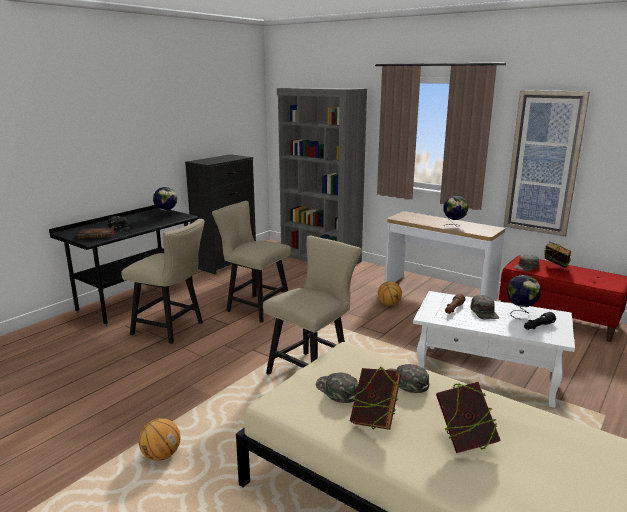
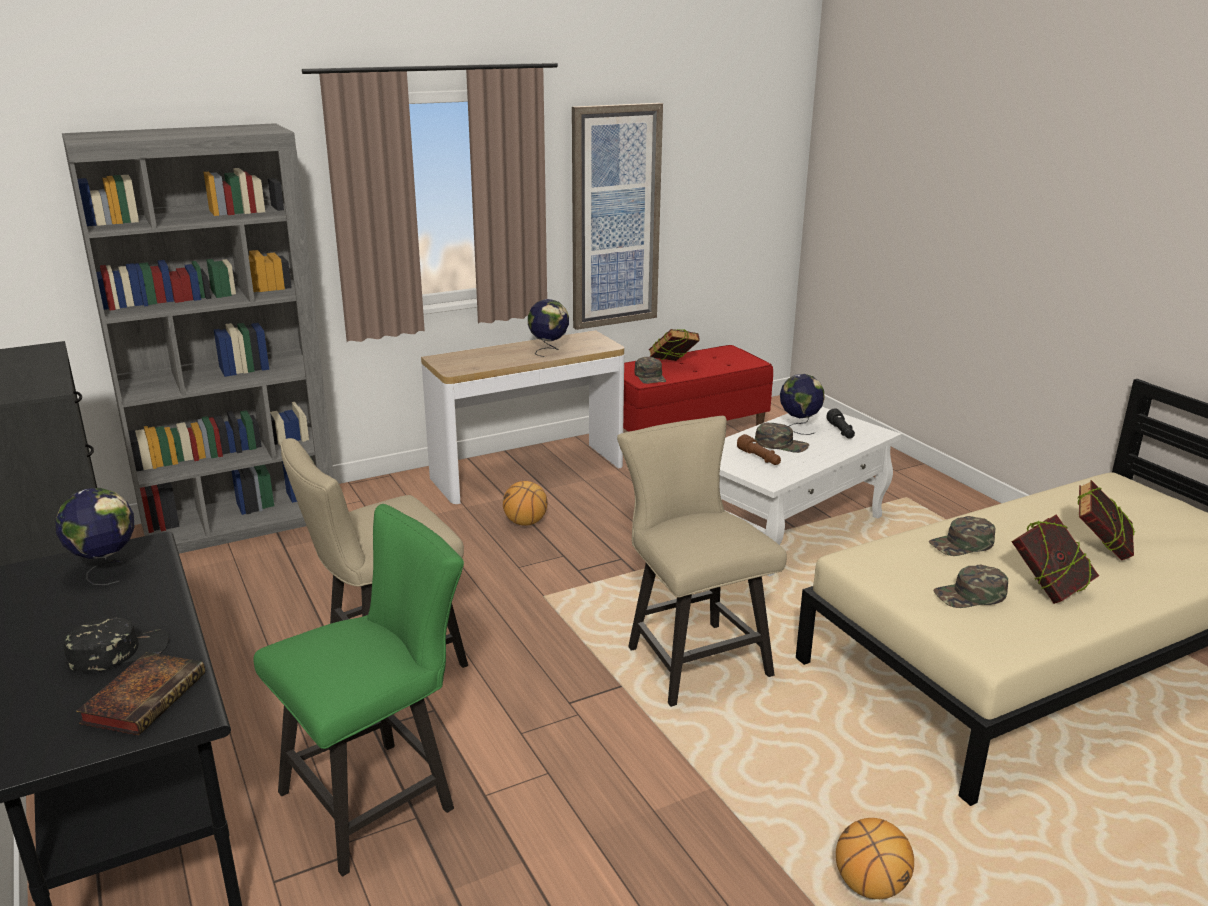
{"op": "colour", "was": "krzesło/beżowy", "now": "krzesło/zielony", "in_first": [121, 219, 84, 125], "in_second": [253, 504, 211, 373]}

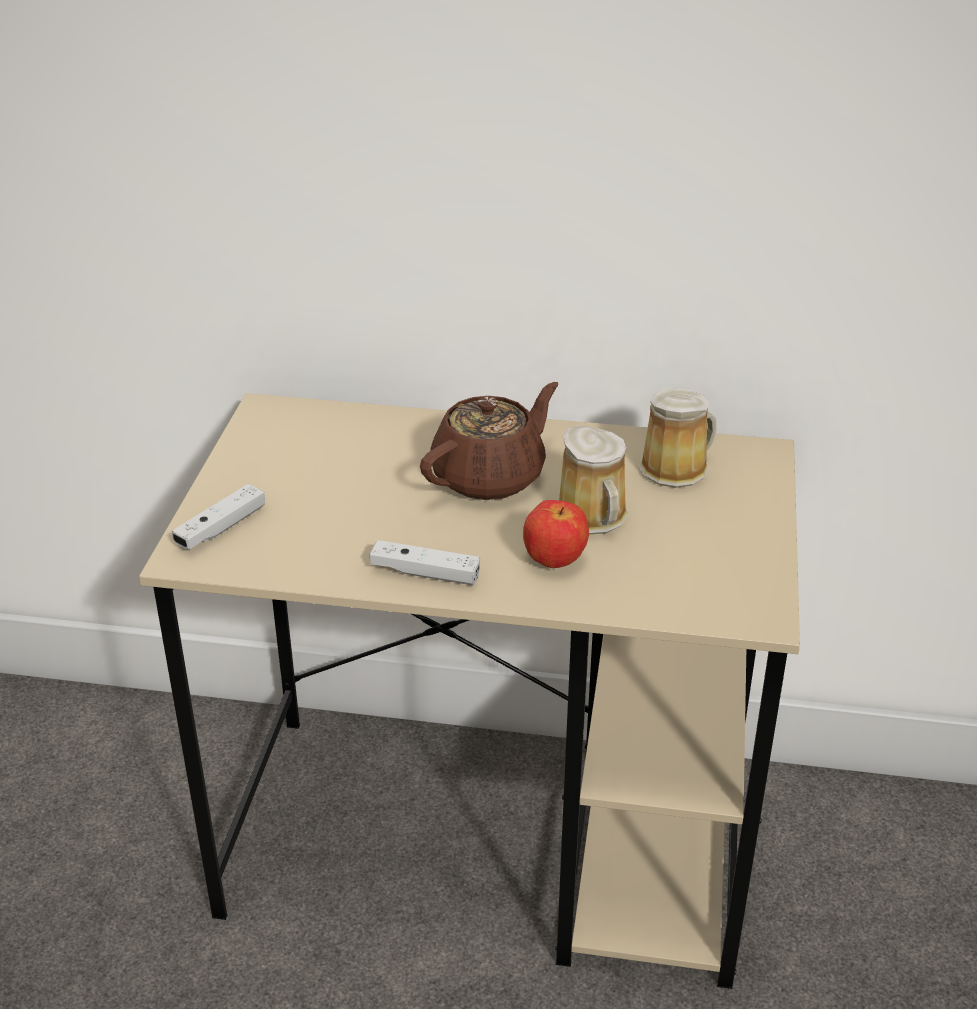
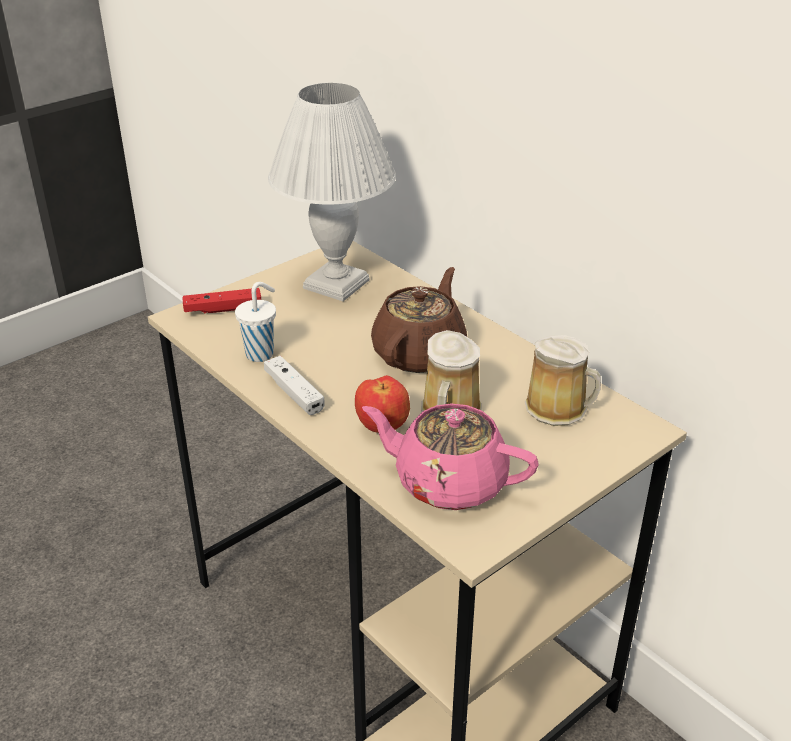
{"op": "appeared", "now": "filiżanka/biały", "in_second": [235, 282, 41, 80]}
{"op": "appeared", "now": "lampa stołowa/biały", "in_second": [268, 83, 128, 218]}
{"op": "appeared", "now": "imbryk/różowy", "in_second": [362, 403, 176, 107]}
{"op": "colour", "was": "pad do gier/biały", "now": "pad do gier/czerwony", "in_first": [172, 484, 93, 65], "in_second": [183, 288, 78, 26]}
{"op": "spun", "was": "imbryk/brązowy", "in_first": [420, 382, 138, 118], "in_second": [371, 267, 96, 106], "clockwise": -60}

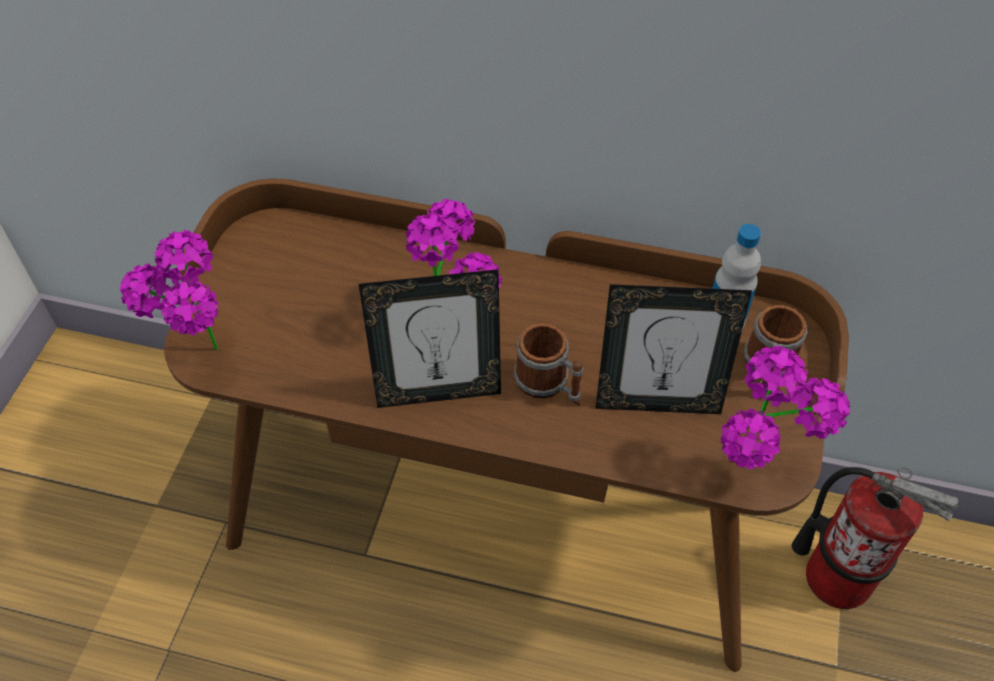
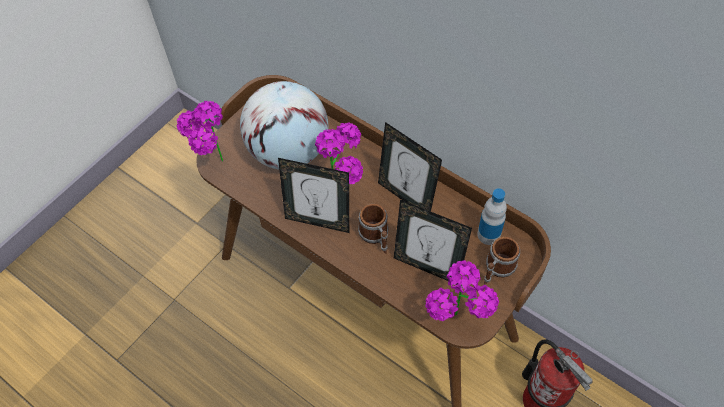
{"op": "appeared", "now": "globus", "in_second": [240, 81, 88, 89]}
{"op": "appeared", "now": "ramka na zdjęcie", "in_second": [378, 122, 64, 89]}

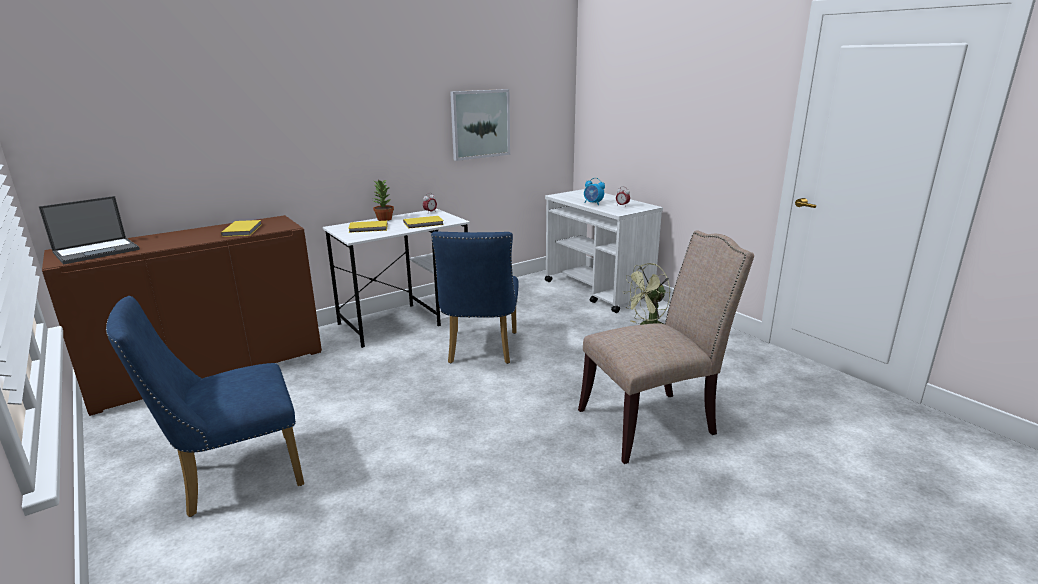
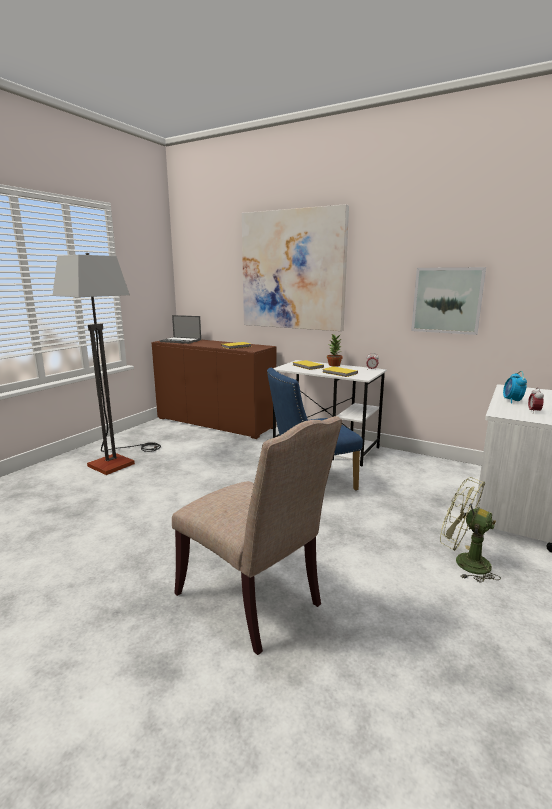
{"op": "appeared", "now": "obraz", "in_second": [242, 204, 107, 127]}
{"op": "exchanged", "was": "krzesło/niebieski", "now": "lampa stojąca", "in_first": [106, 296, 198, 221], "in_second": [53, 253, 108, 222]}

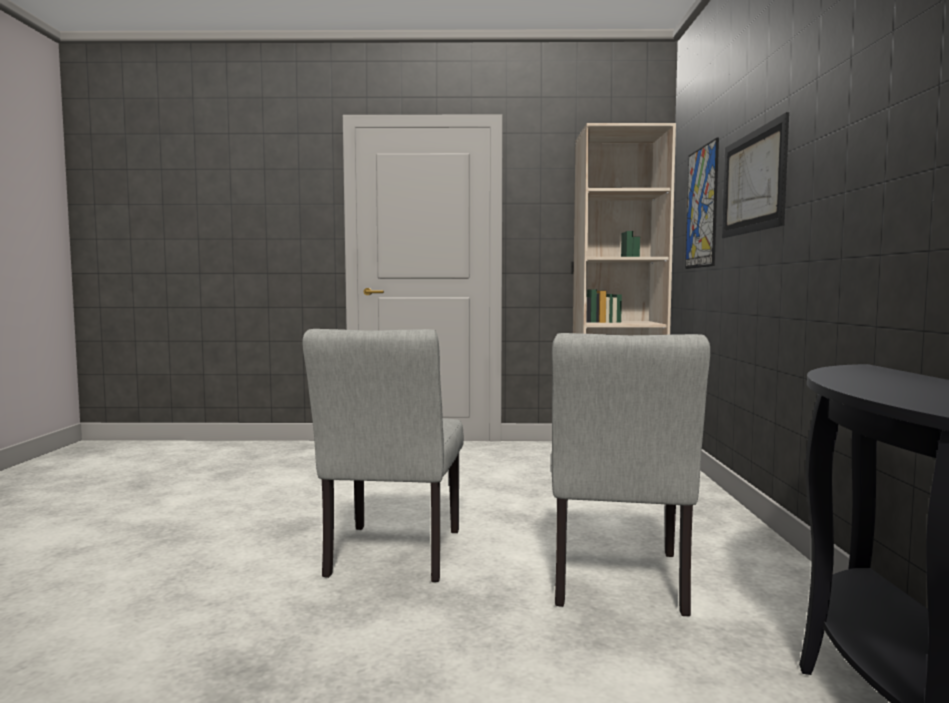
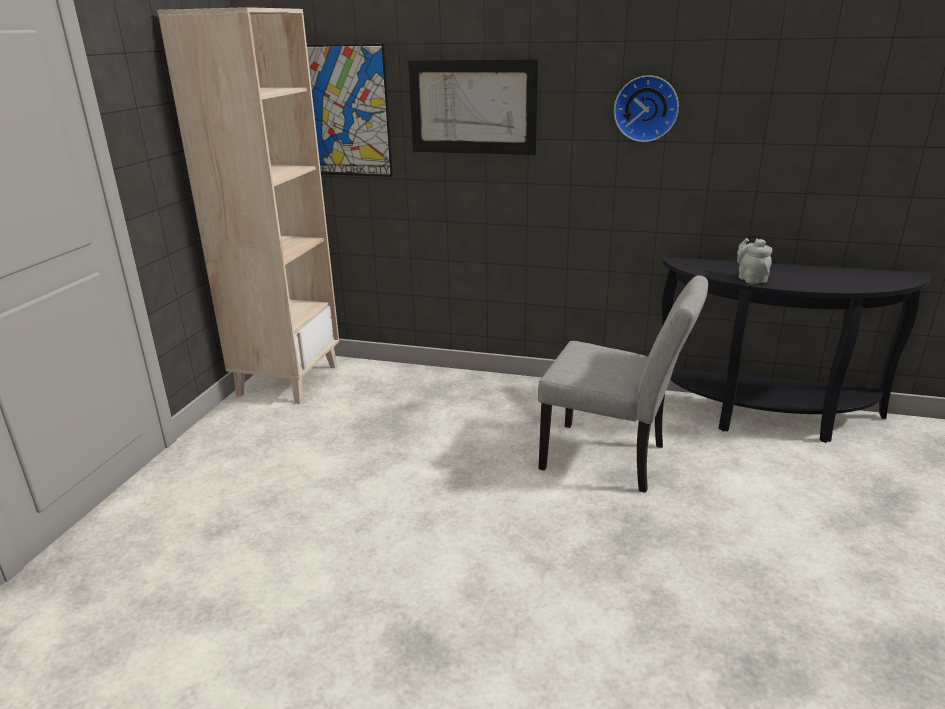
{"op": "missing", "was": "krzesło/szary", "in_first": [302, 329, 162, 253]}
{"op": "appeared", "now": "zegar ścienny", "in_second": [614, 75, 65, 67]}
{"op": "appeared", "now": "imbryk/szary", "in_second": [737, 238, 35, 46]}

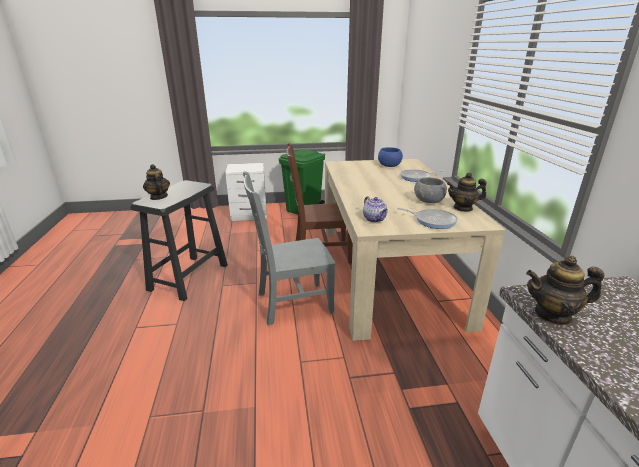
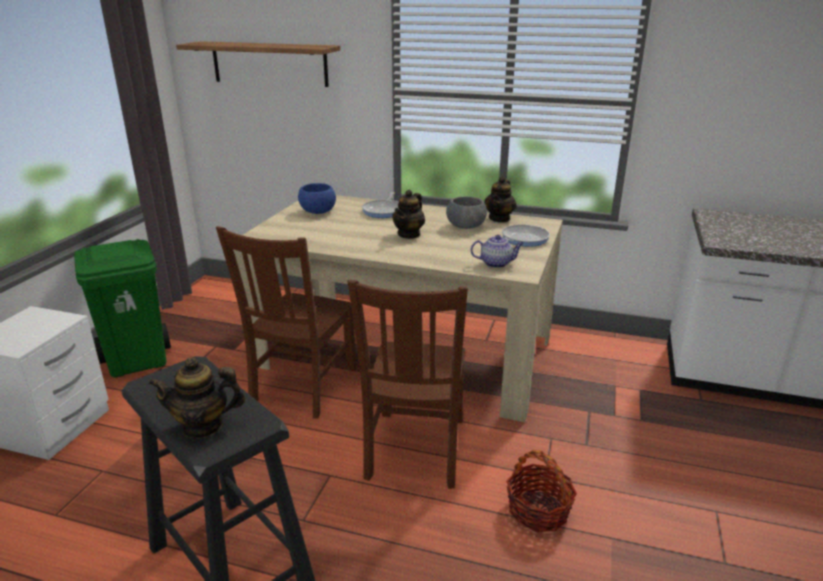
{"op": "appeared", "now": "półka", "in_second": [176, 41, 164, 46]}
{"op": "appeared", "now": "koszyk", "in_second": [506, 450, 71, 82]}
{"op": "relocated", "was": "imbryk", "in_first": [526, 256, 78, 70], "in_second": [392, 190, 33, 49]}
{"op": "colour", "was": "krzesło/szary", "now": "krzesło/brązowy", "in_first": [243, 171, 92, 155], "in_second": [347, 279, 121, 210]}

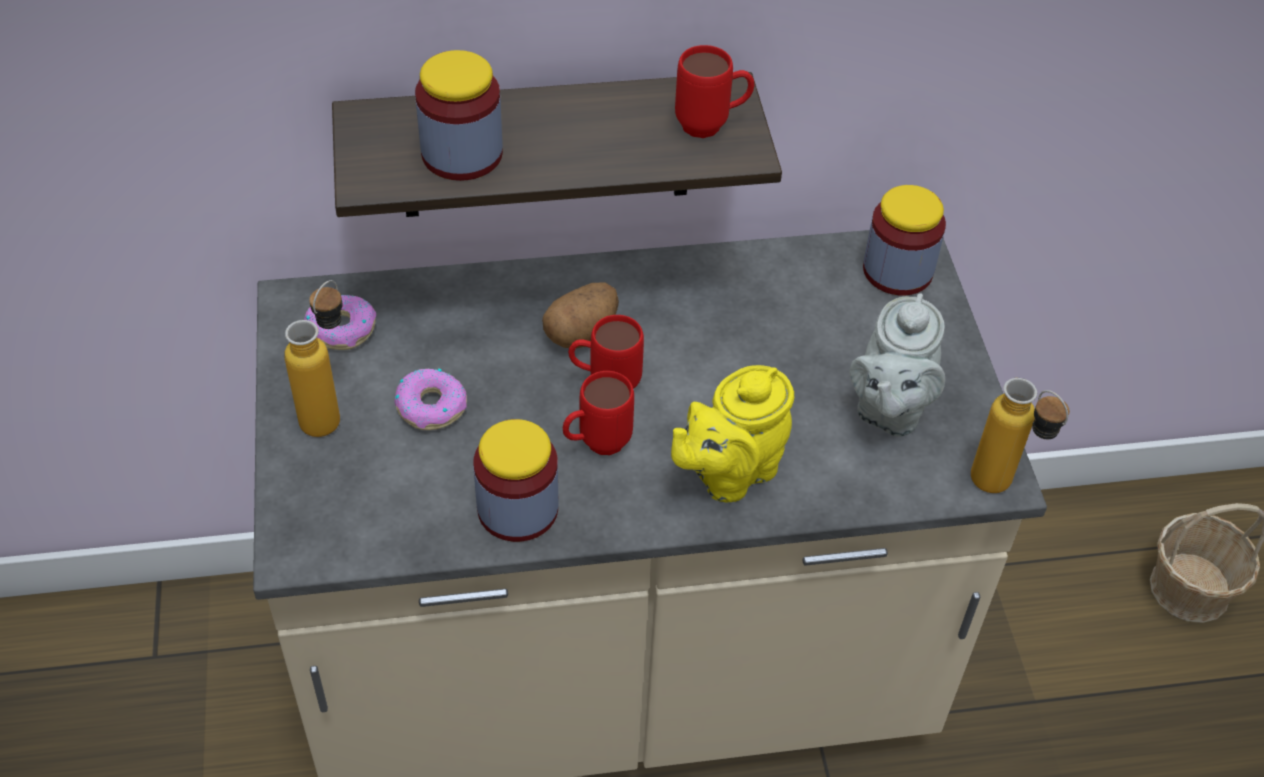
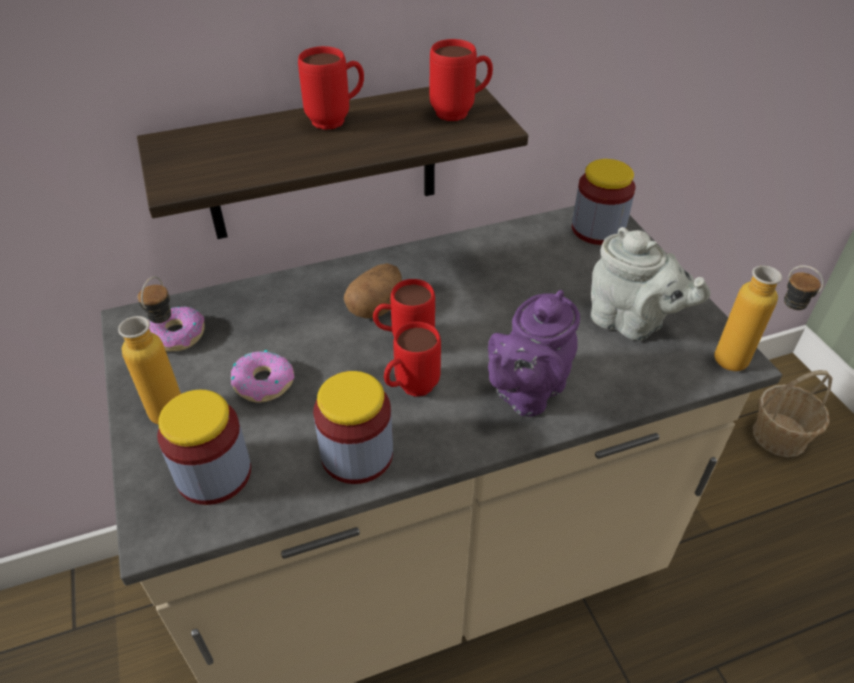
{"op": "appeared", "now": "kubek/czerwony", "in_second": [298, 46, 66, 84]}
{"op": "relocated", "was": "słoik", "in_first": [415, 50, 88, 131], "in_second": [157, 390, 94, 115]}
{"op": "colour", "was": "imbryk/żółty", "now": "imbryk/fioletowy", "in_first": [671, 365, 123, 137], "in_second": [488, 290, 92, 127]}
{"op": "spun", "was": "imbryk/szary", "in_first": [850, 293, 95, 144], "in_second": [591, 227, 120, 114], "clockwise": -60}

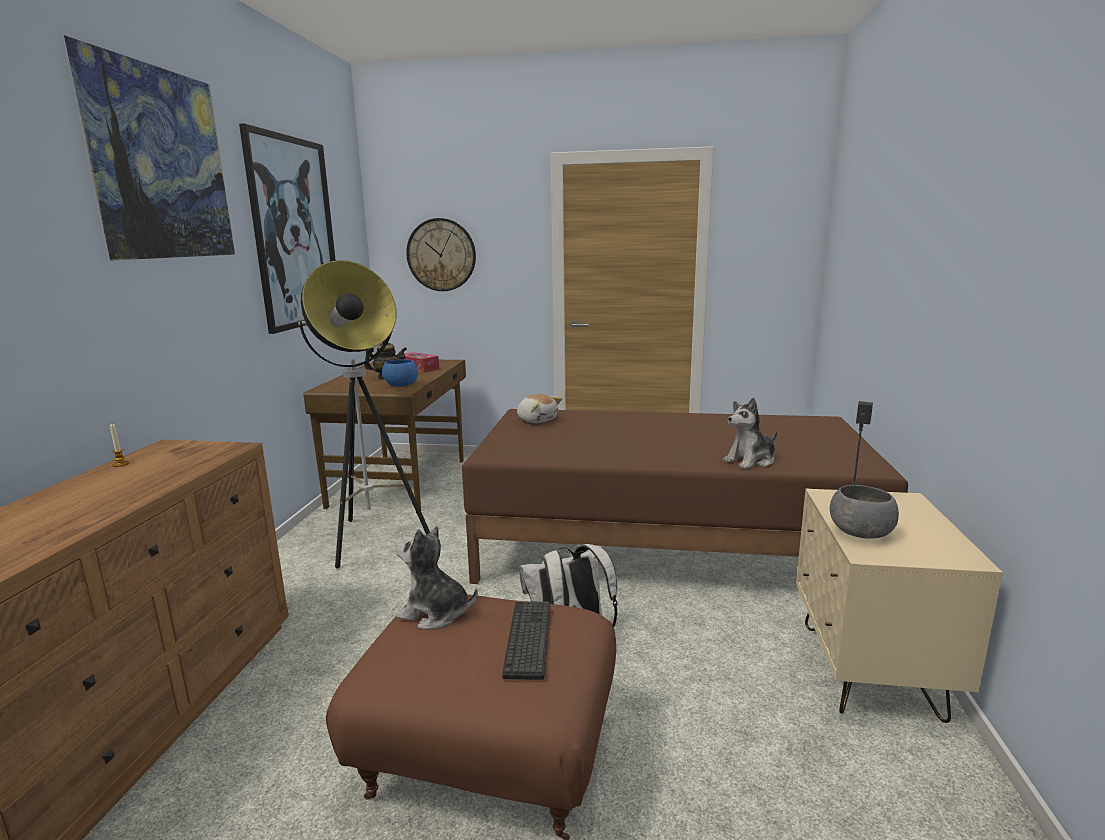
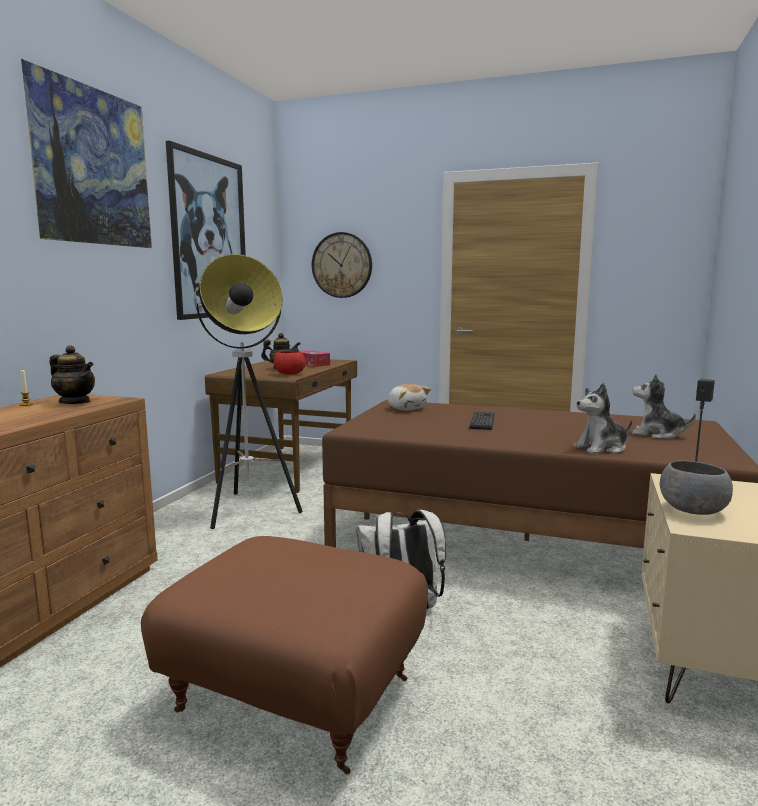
{"op": "appeared", "now": "imbryk", "in_second": [50, 345, 45, 59]}
{"op": "relocated", "was": "pluszak", "in_first": [395, 526, 83, 103], "in_second": [632, 374, 64, 65]}
{"op": "relocated", "was": "klawiatura", "in_first": [502, 601, 48, 79], "in_second": [469, 411, 26, 19]}
{"op": "colour", "was": "miska/niebieski", "now": "miska/czerwony", "in_first": [382, 360, 36, 27], "in_second": [273, 351, 33, 24]}

